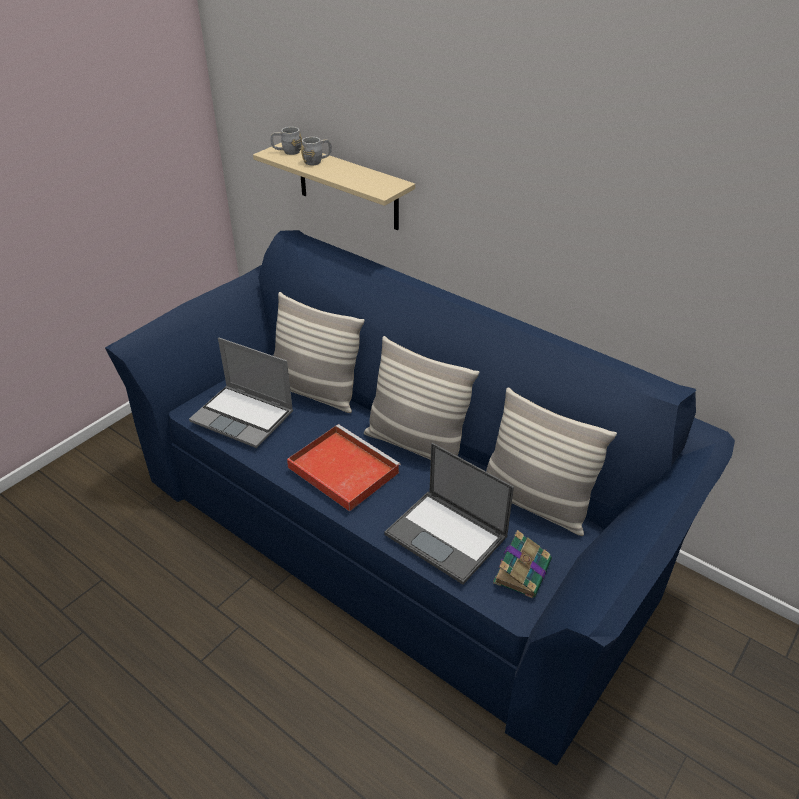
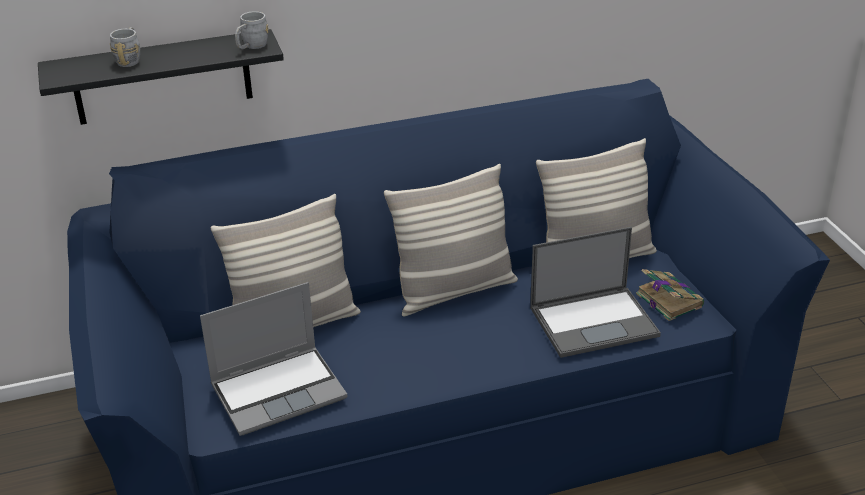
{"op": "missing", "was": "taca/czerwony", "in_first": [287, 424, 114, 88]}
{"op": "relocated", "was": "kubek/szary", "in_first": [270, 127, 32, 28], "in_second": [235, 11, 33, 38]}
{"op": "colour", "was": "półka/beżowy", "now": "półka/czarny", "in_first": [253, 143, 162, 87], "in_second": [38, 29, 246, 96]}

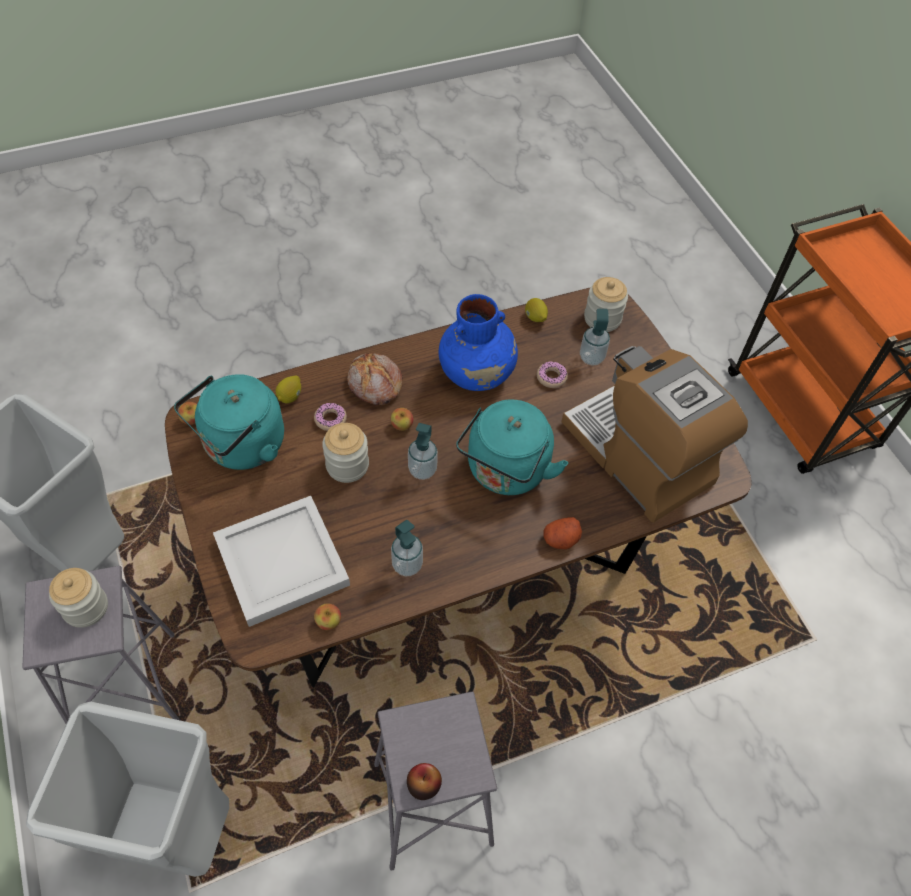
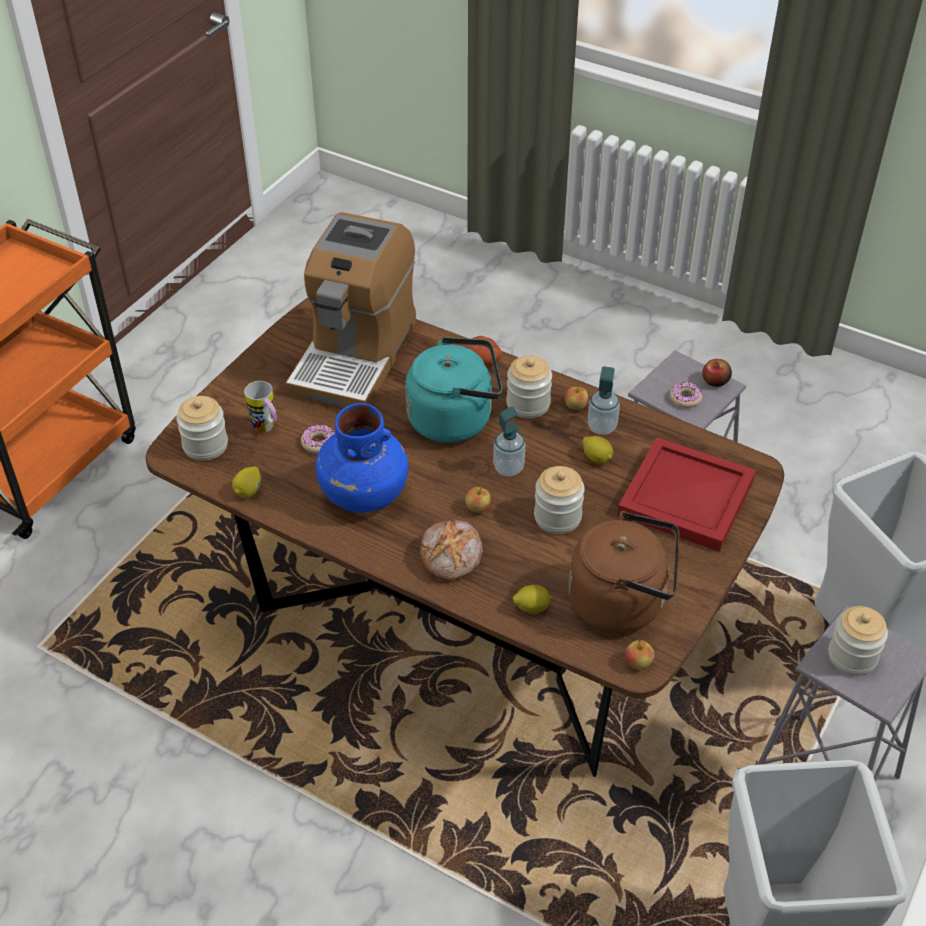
{"op": "appeared", "now": "słoik", "in_second": [506, 355, 46, 64]}
{"op": "appeared", "now": "cytryna", "in_second": [582, 436, 31, 28]}
{"op": "relocated", "was": "donut", "in_first": [314, 403, 33, 28], "in_second": [670, 382, 32, 26]}
{"op": "relocated", "was": "jabłko", "in_first": [314, 603, 27, 27], "in_second": [564, 385, 24, 25]}
{"op": "exchanged", "was": "dozownik mydła", "now": "kubek", "in_first": [580, 309, 30, 57], "in_second": [244, 381, 33, 52]}
{"op": "colour", "was": "czajnik/turkusowy", "now": "czajnik/brązowy", "in_first": [174, 374, 110, 96], "in_second": [568, 511, 112, 122]}
{"op": "colour", "was": "taca/biały", "now": "taca/czerwony", "in_first": [213, 496, 137, 131], "in_second": [617, 437, 139, 115]}

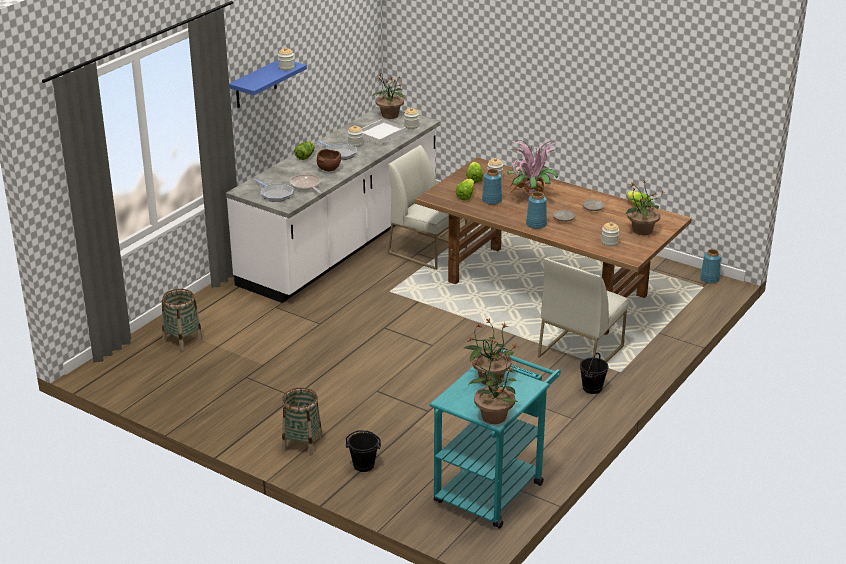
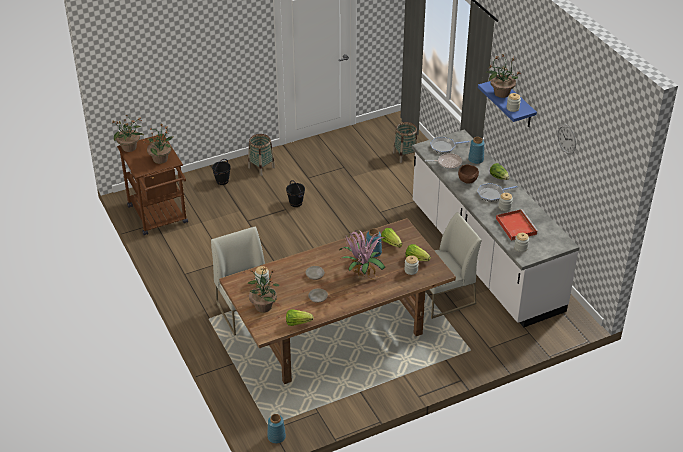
{"op": "appeared", "now": "zegar ścienny", "in_second": [557, 124, 19, 31]}
{"op": "relocated", "was": "roślina doniczkowa", "in_first": [372, 74, 33, 45], "in_second": [486, 54, 35, 44]}
{"op": "relocated", "was": "wazon/niebieski", "in_first": [526, 192, 21, 37], "in_second": [468, 137, 16, 27]}
{"op": "relocated", "was": "wiadro/czarny", "in_first": [580, 352, 28, 42], "in_second": [286, 180, 19, 27]}
{"op": "colour", "was": "taca/biały", "now": "taca/czerwony", "in_first": [362, 119, 44, 26], "in_second": [496, 209, 42, 32]}
{"op": "colour", "was": "wózek/turkusowy", "now": "wózek/brązowy", "in_first": [429, 350, 132, 179], "in_second": [117, 135, 71, 100]}

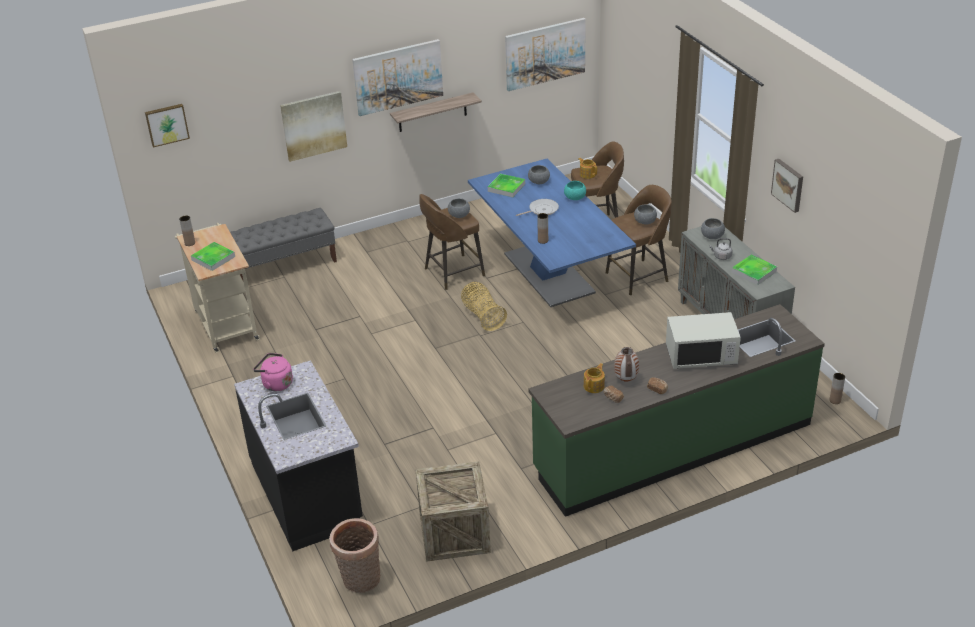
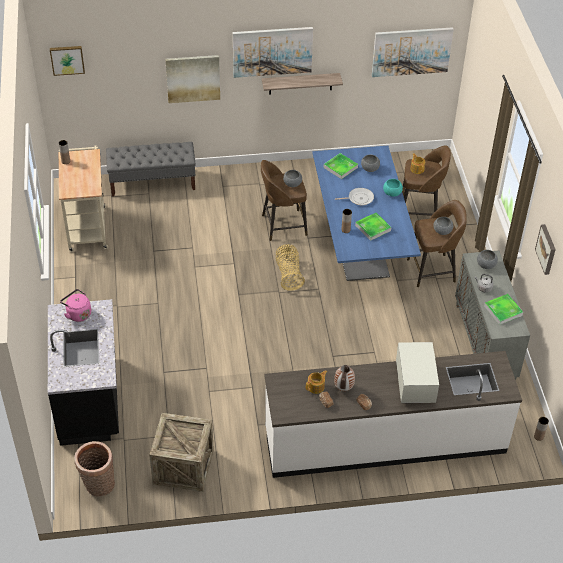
{"op": "relocated", "was": "taca", "in_first": [191, 242, 44, 29], "in_second": [355, 213, 36, 28]}
{"op": "colour", "was": "zabudowa kuchenna/zielony", "now": "zabudowa kuchenna/biały", "in_first": [528, 304, 297, 213], "in_second": [265, 351, 257, 127]}
{"op": "spun", "was": "mikrofalówka/biały", "in_first": [666, 312, 75, 57], "in_second": [396, 342, 43, 61], "clockwise": -105}

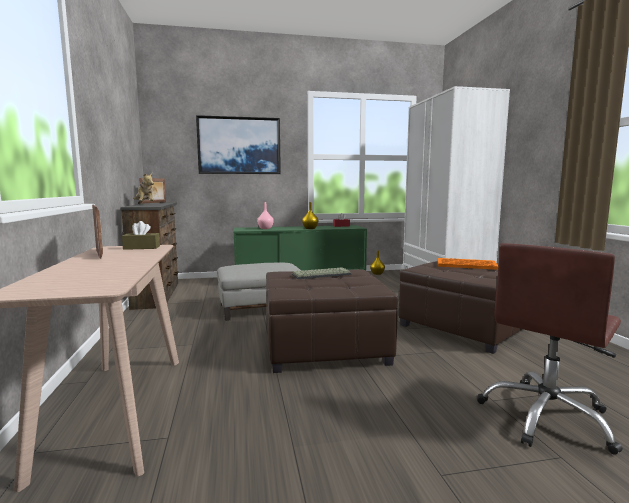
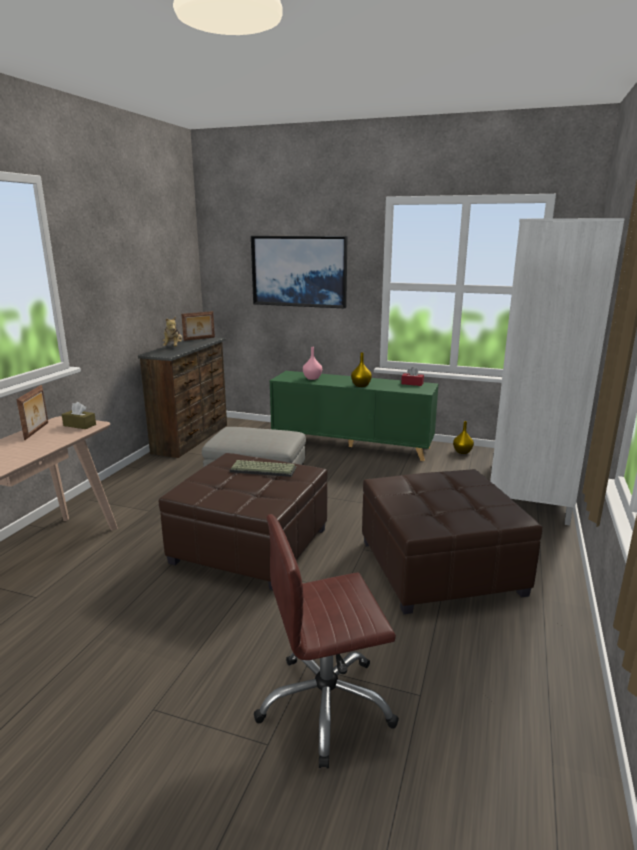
{"op": "missing", "was": "taca/pomarańczowy", "in_first": [438, 258, 60, 12]}

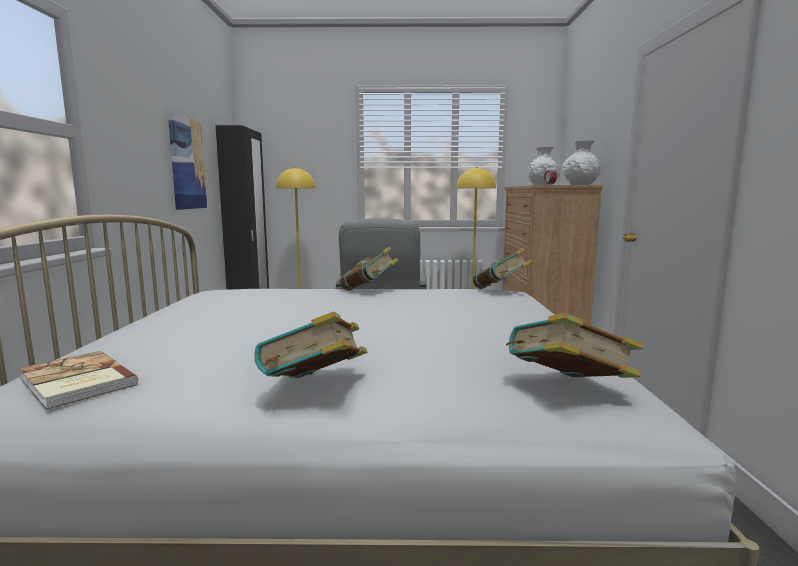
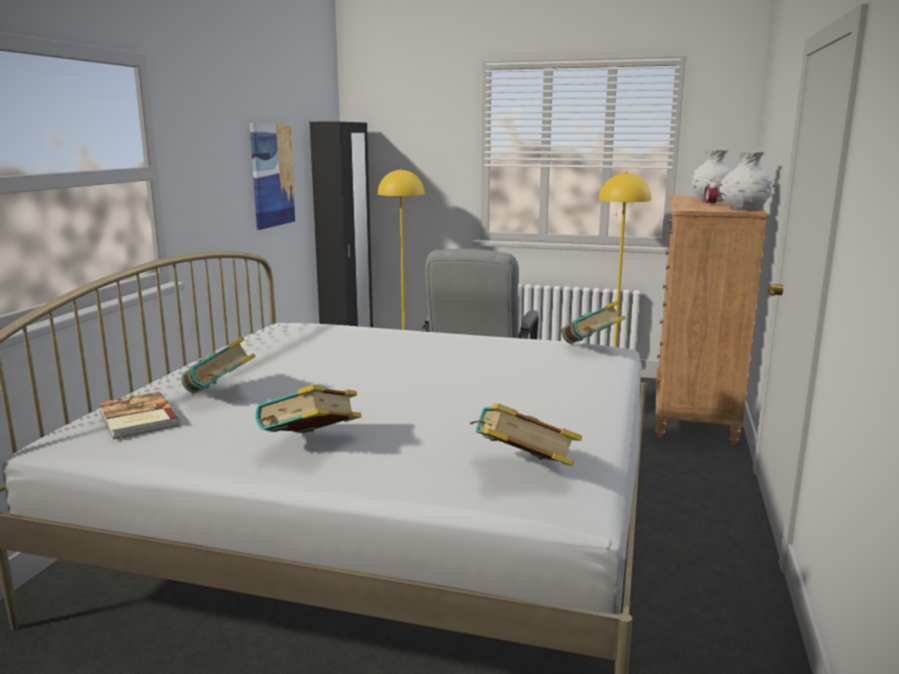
{"op": "relocated", "was": "książka", "in_first": [340, 247, 59, 44], "in_second": [181, 336, 74, 57]}

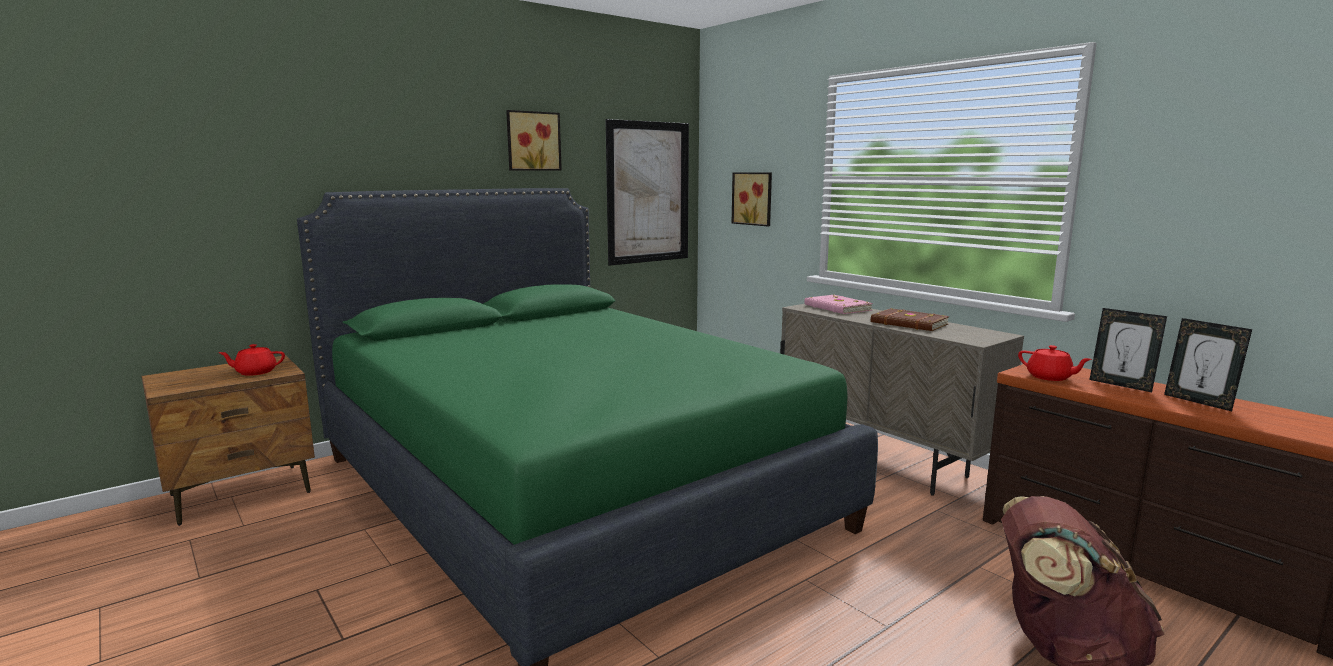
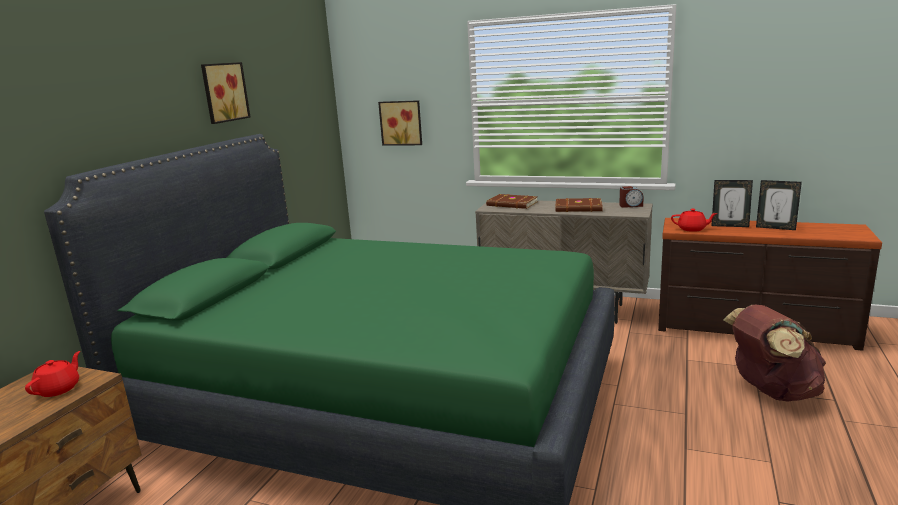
{"op": "missing", "was": "obraz", "in_first": [605, 119, 84, 147]}
{"op": "appeared", "now": "budzik", "in_second": [619, 186, 25, 22]}
{"op": "colour", "was": "książka/różowy", "now": "książka/brązowy", "in_first": [804, 295, 69, 19], "in_second": [486, 194, 52, 15]}
{"op": "spun", "was": "imbryk/czerwony", "in_first": [218, 344, 67, 32], "in_second": [25, 351, 55, 46], "clockwise": 150}

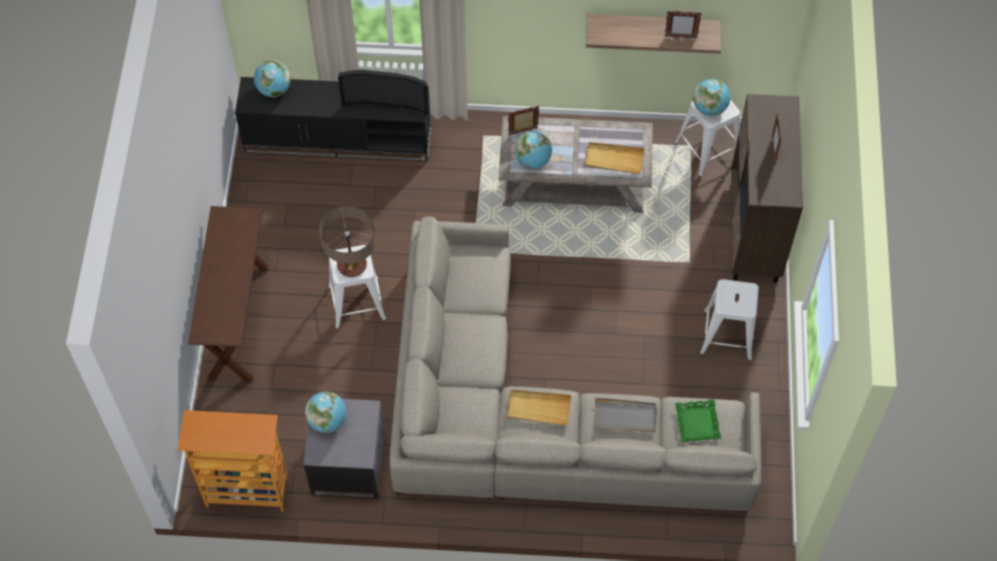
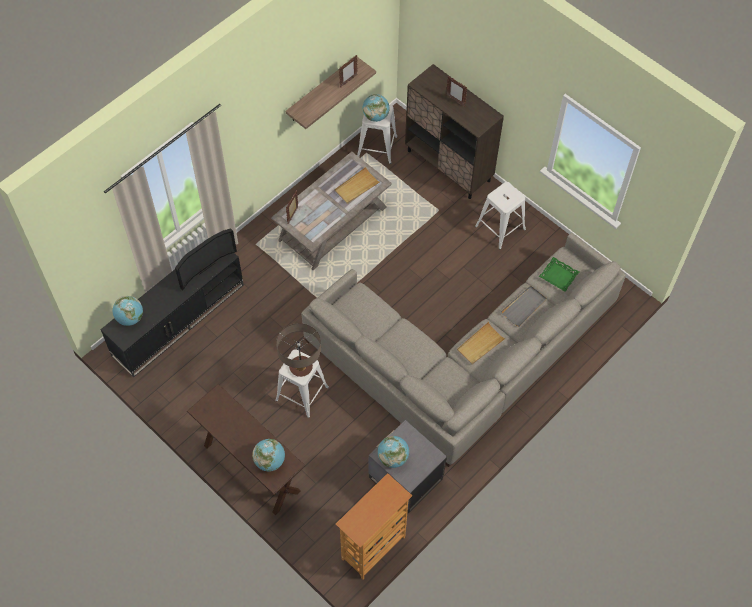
{"op": "relocated", "was": "globus", "in_first": [515, 132, 37, 37], "in_second": [252, 439, 33, 32]}

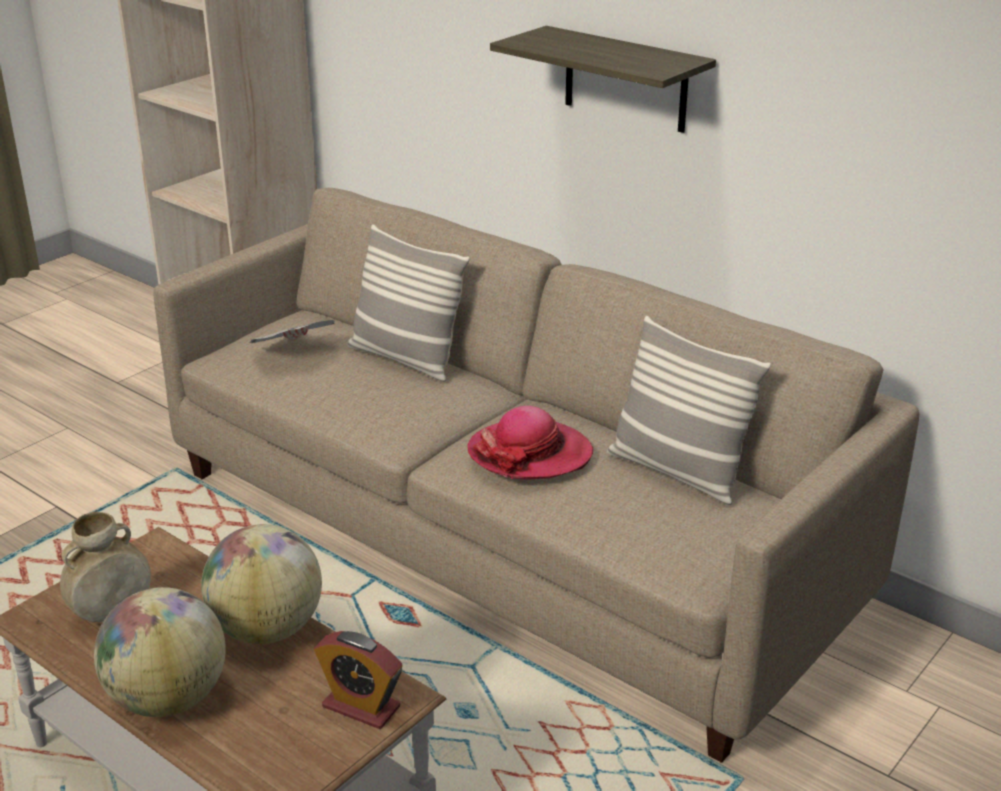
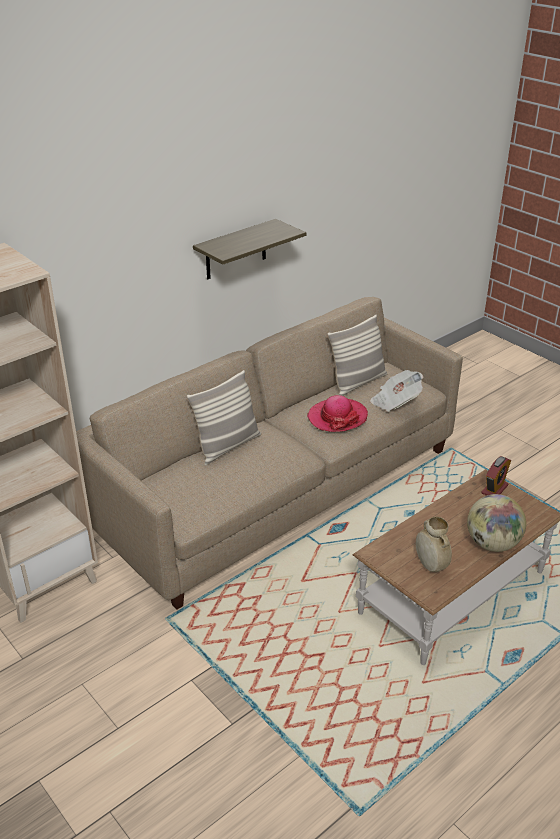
{"op": "missing", "was": "globus", "in_first": [201, 524, 121, 120]}
{"op": "relocated", "was": "gazeta", "in_first": [250, 320, 85, 23], "in_second": [370, 370, 53, 42]}

